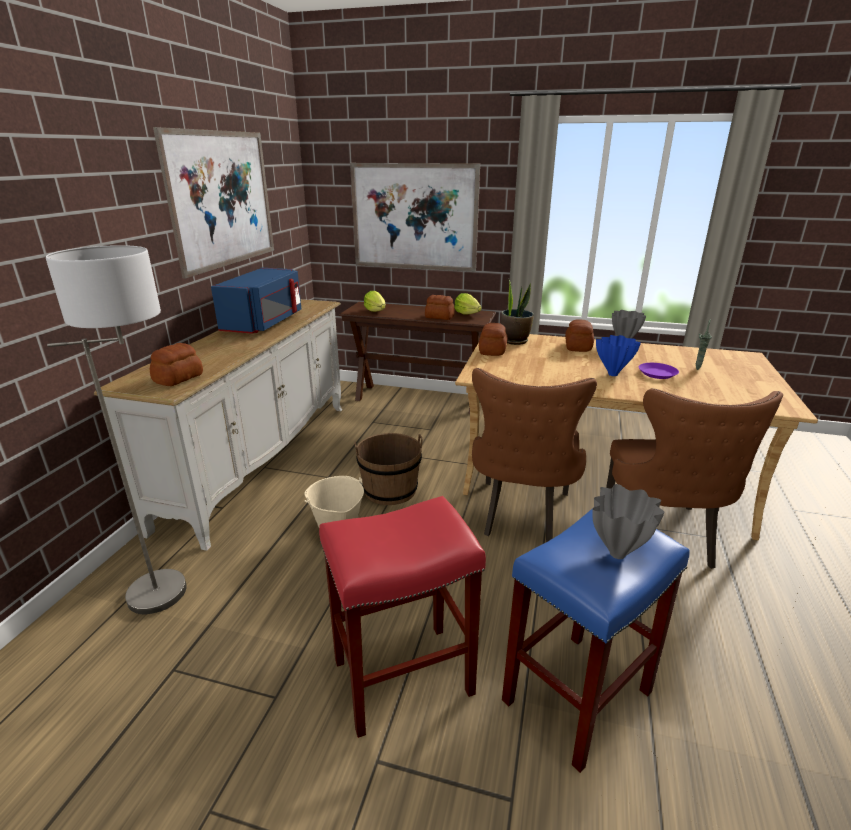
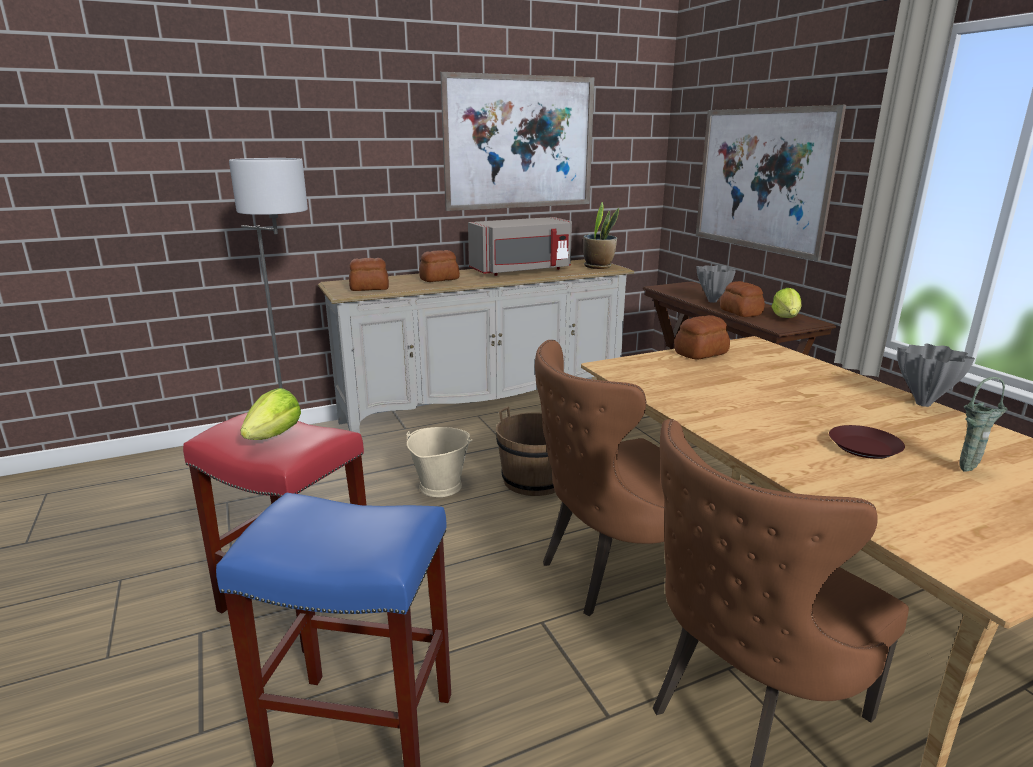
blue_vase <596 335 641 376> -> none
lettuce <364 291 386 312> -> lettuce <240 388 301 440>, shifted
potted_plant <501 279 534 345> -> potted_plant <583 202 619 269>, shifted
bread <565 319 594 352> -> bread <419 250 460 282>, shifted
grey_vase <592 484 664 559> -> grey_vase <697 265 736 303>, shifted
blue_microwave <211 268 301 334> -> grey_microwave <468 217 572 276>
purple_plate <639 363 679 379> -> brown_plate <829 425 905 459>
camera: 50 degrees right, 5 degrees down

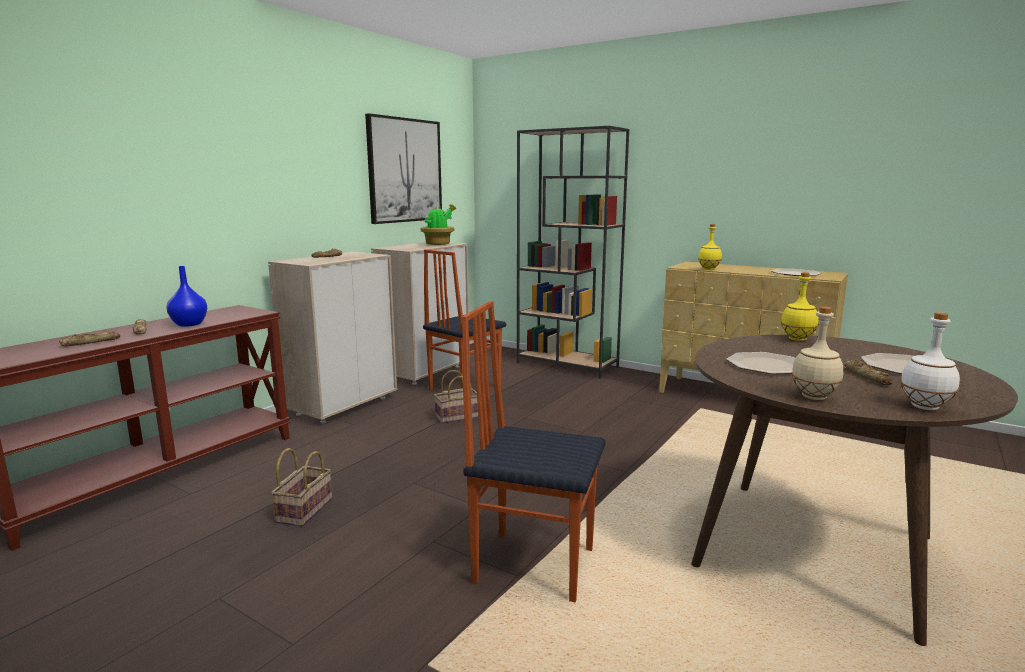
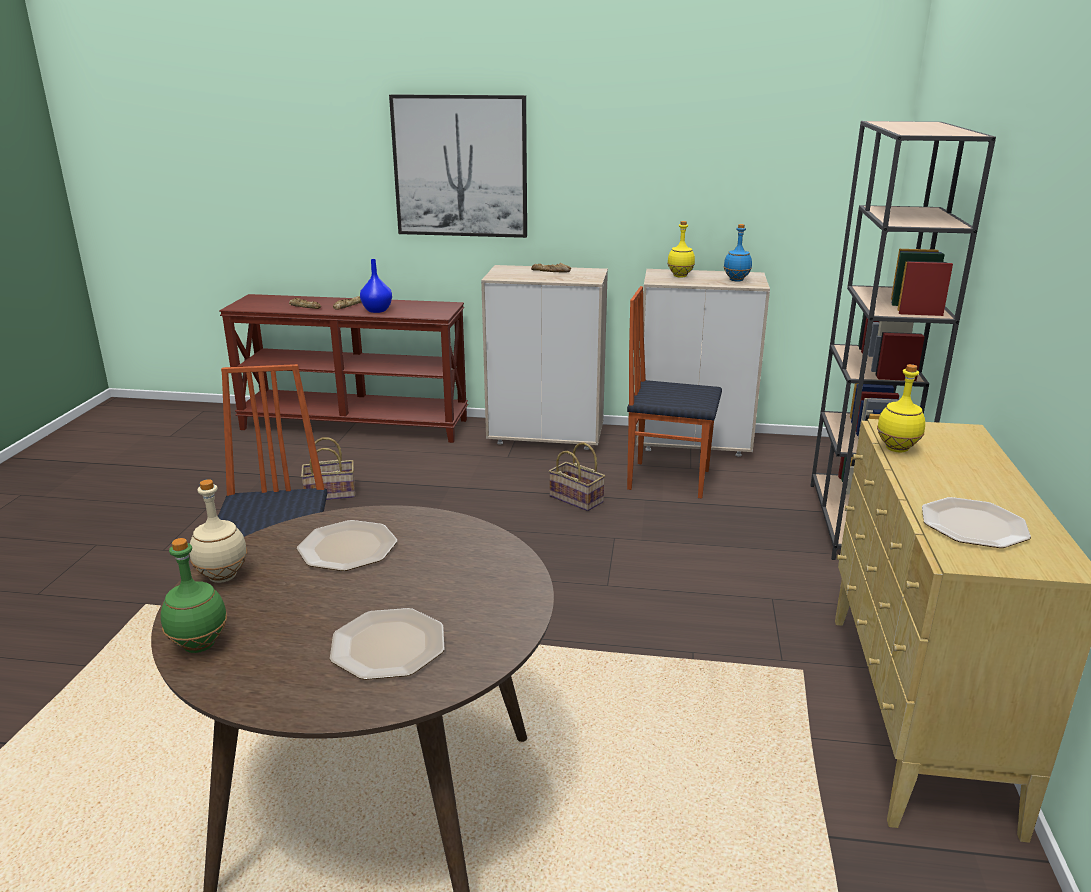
bread <844 360 893 385> -> none
picture <365 113 442 224> -> picture <389 94 527 238>, shifted
yellow_bottle <781 272 819 341> -> yellow_bottle <667 221 695 277>, shifted
potted_plant <421 204 456 245> -> blue_bottle <724 224 752 282>
white_bottle <900 312 960 410> -> green_bottle <161 538 227 653>
camera: 65 degrees right, 10 degrees up

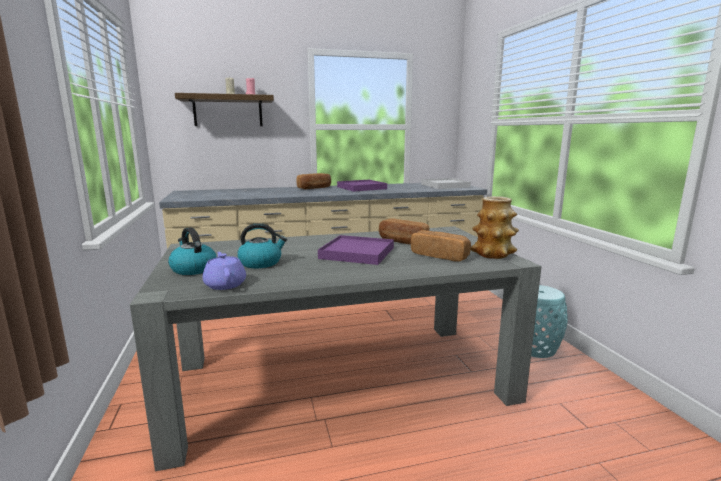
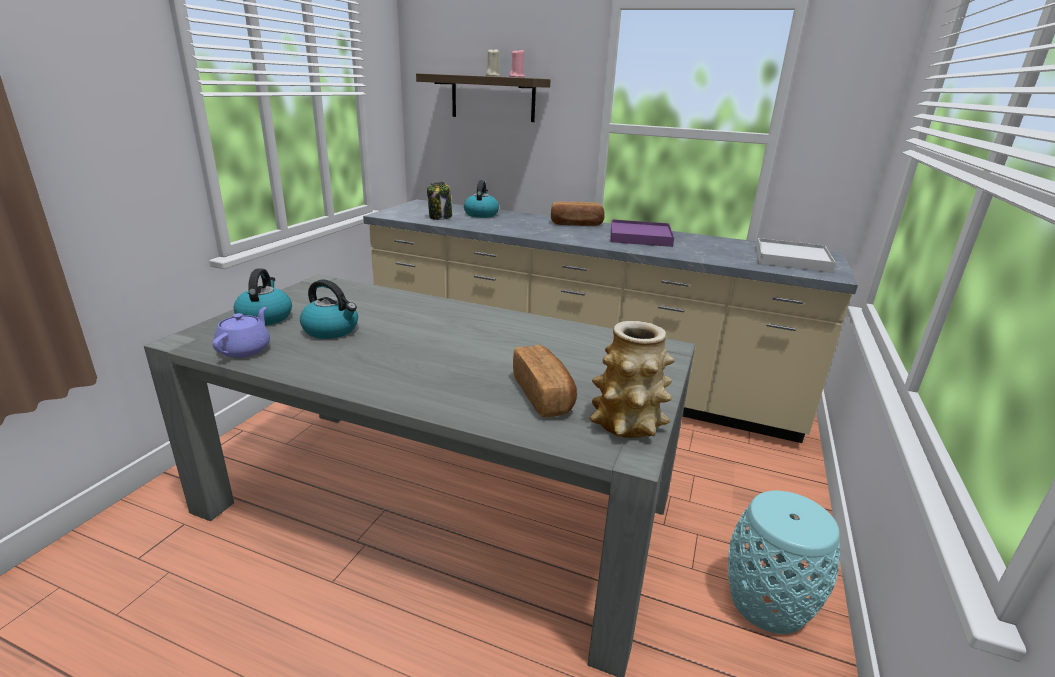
purple_tray <318 235 394 265> -> none
bread <379 218 430 245> -> none
none -> jar <427 181 452 220>
none -> kettle <464 180 499 218>
camera: 35 degrees right, 10 degrees up

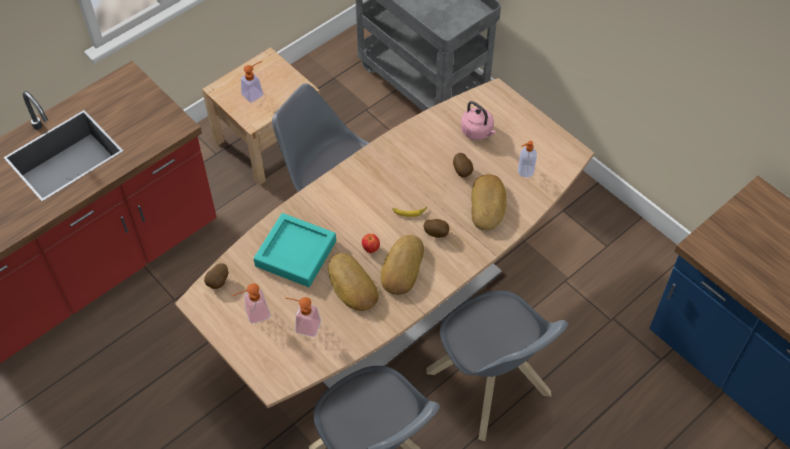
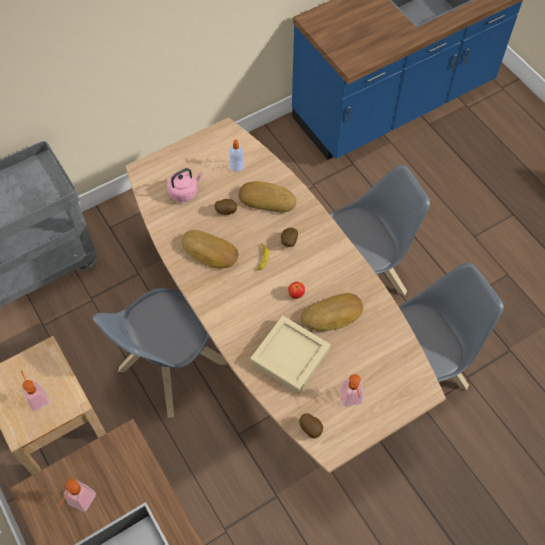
soap_dispenser <285 297 321 337> -> soap_dispenser <59 479 96 512>, shifted
bread <381 235 424 295> -> bread <181 230 238 269>, shifted
turquoise_tray <254 213 336 287> -> beige_tray <250 316 330 394>
camera: 80 degrees left, 5 degrees up

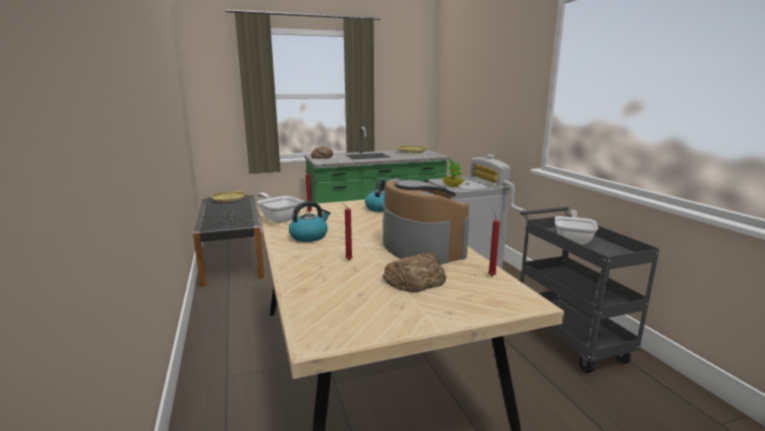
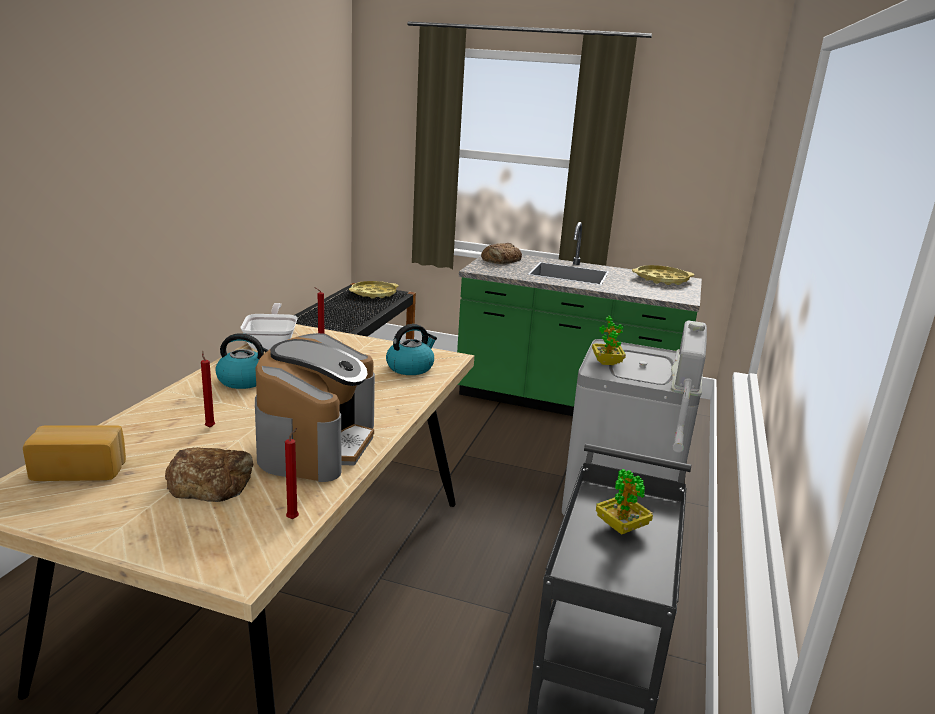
none -> bread <23 425 126 481>
frying_pan <555 210 598 245> -> potted_plant <596 469 653 535>
camera: 35 degrees right, 5 degrees up

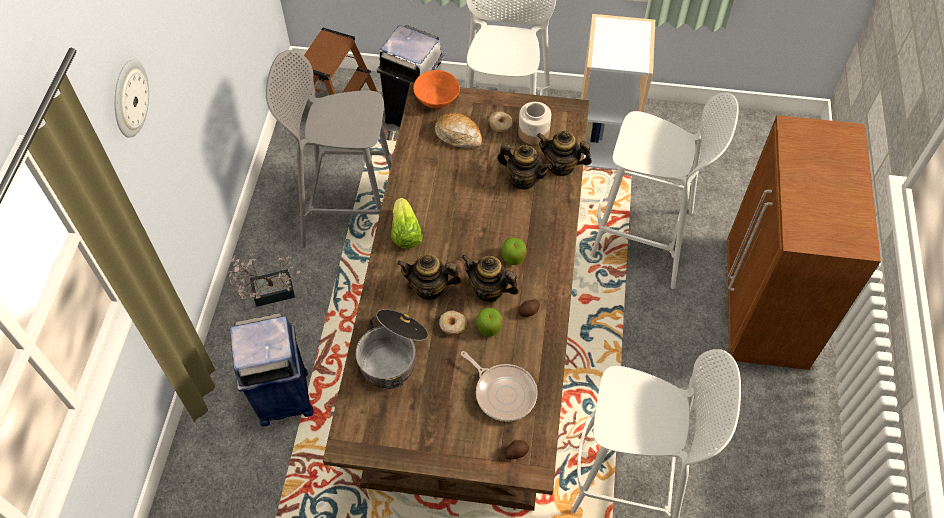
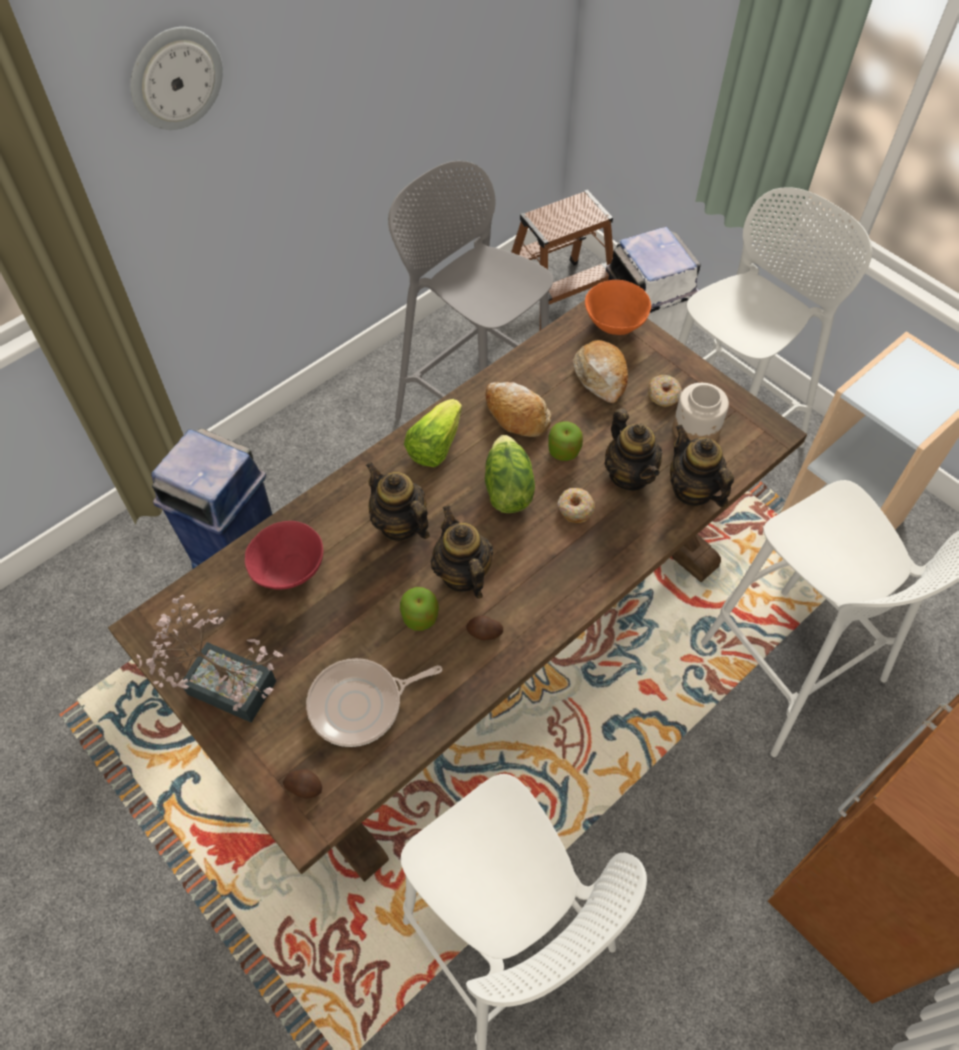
none -> bread <485 382 551 437>
none -> lettuce <485 435 535 513>
potted_plant <228 253 300 307> -> potted_plant <137 595 283 723>, shifted
donut <439 310 467 336> -> donut <558 488 595 523>, shifted
apple <502 237 527 265> -> apple <548 422 583 461>, shifted
cooking_pot <355 309 428 389> -> red_bowl <245 521 323 590>
frying_pan <461 351 538 421> -> frying_pan <306 658 442 747>, 75 degrees clockwise
camera: 40 degrees right, 0 degrees up

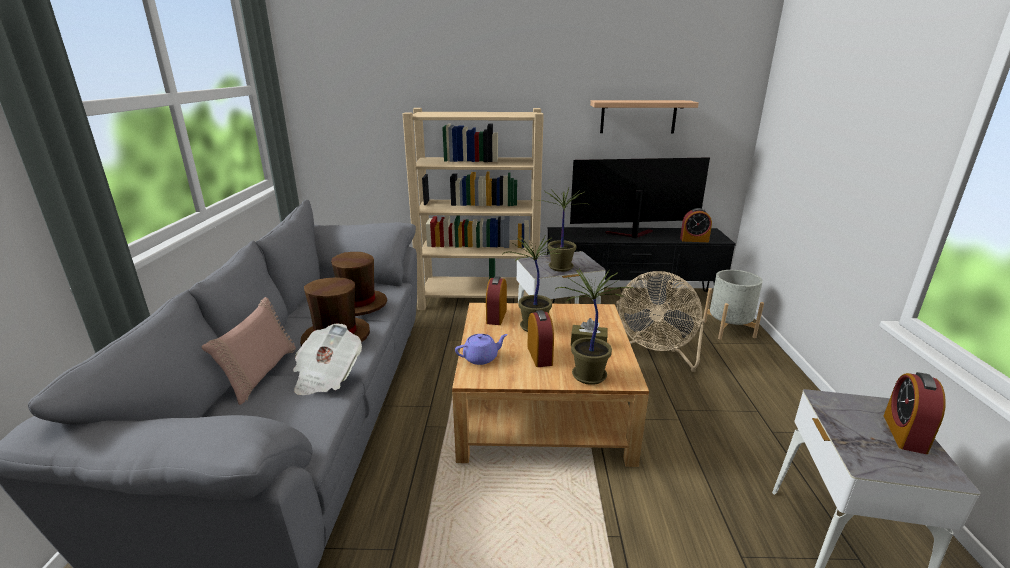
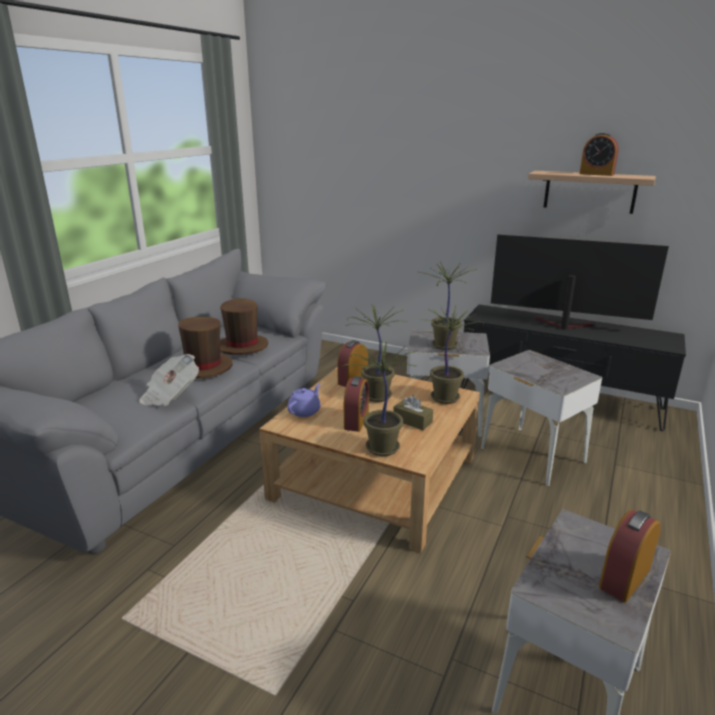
beige_pillow <202 297 296 405> -> none
beige_bookcase <402 108 544 310> -> none
grey_planter <703 270 764 340> -> none
none -> potted_plant <421 305 483 404>
alarm_clock <680 208 712 242> -> alarm_clock <580 132 619 176>, shifted
beige_fan <616 271 705 372> -> side_table <481 350 602 486>
purple_teapot <455 334 508 365> -> purple_teapot <288 383 321 417>, 60 degrees counterclockwise
camera: 25 degrees right, 0 degrees up

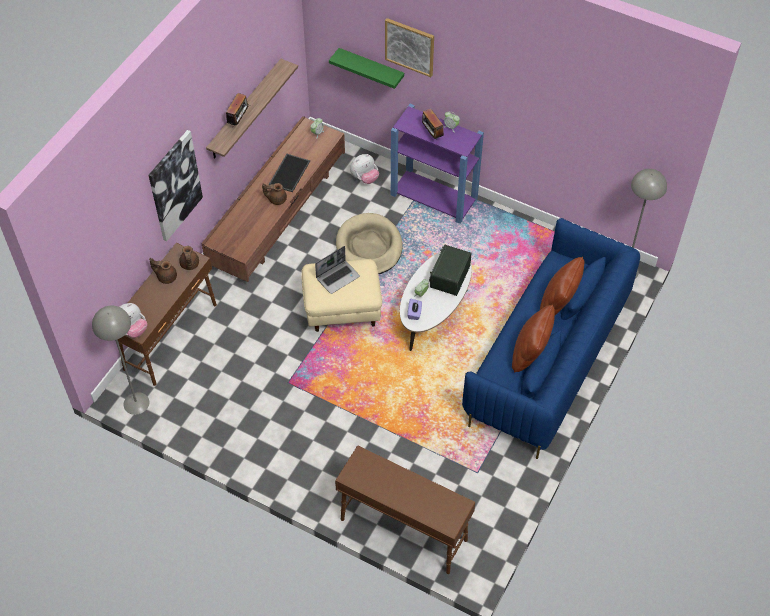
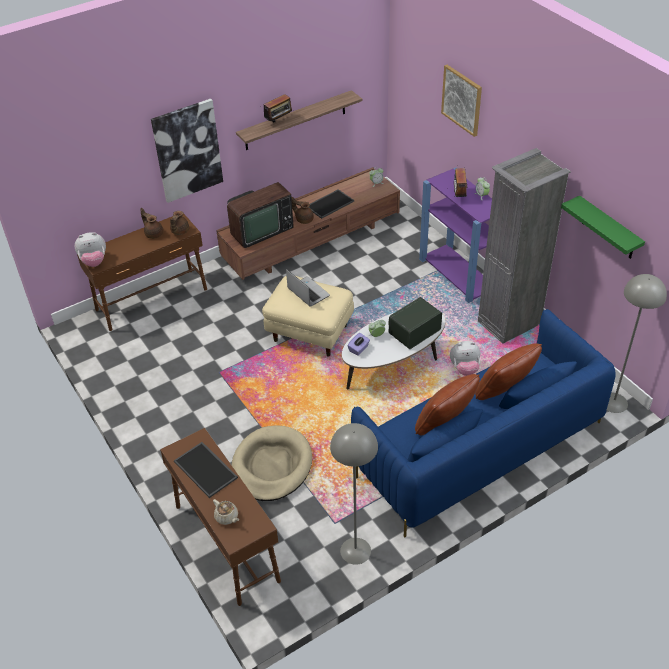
none -> tray <174 442 238 498>
none -> beige_teapot <213 499 239 525>
none -> television <227 182 294 248>
none -> grey_cabinet <478 148 571 344>
grey_floor_lamp <92 305 149 415> -> grey_floor_lamp <330 423 378 565>, shifted
green_shelf <329 48 404 89> -> green_shelf <561 196 645 259>, shifted
beige_dog_bed <336 213 403 274> -> beige_dog_bed <232 425 312 501>, shifted
plush_toy <350 154 379 184> -> plush_toy <450 341 480 376>, shifted
laptop <315 246 360 294> -> laptop <286 269 330 307>, 120 degrees counterclockwise
camera: 30 degrees right, 10 degrees down

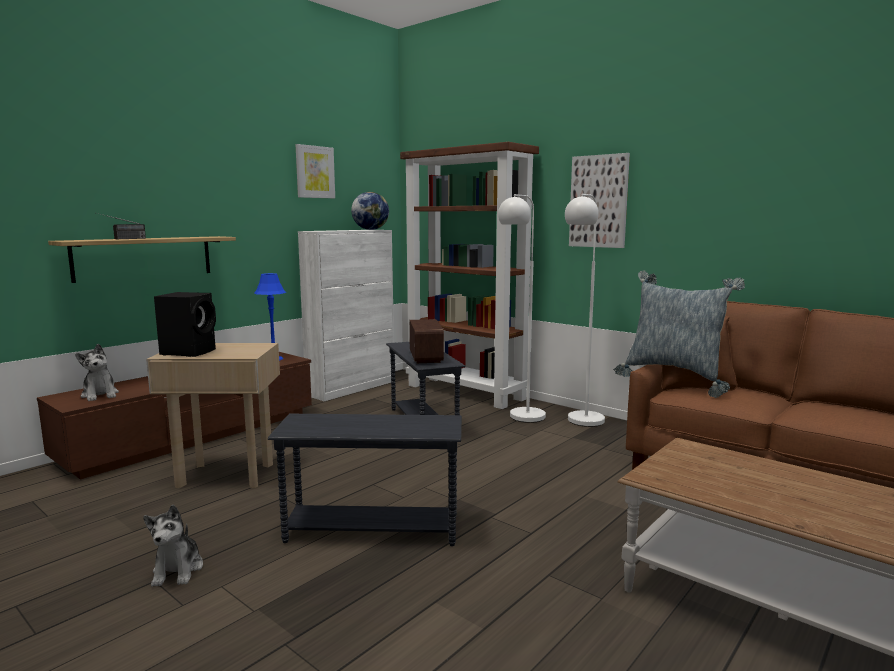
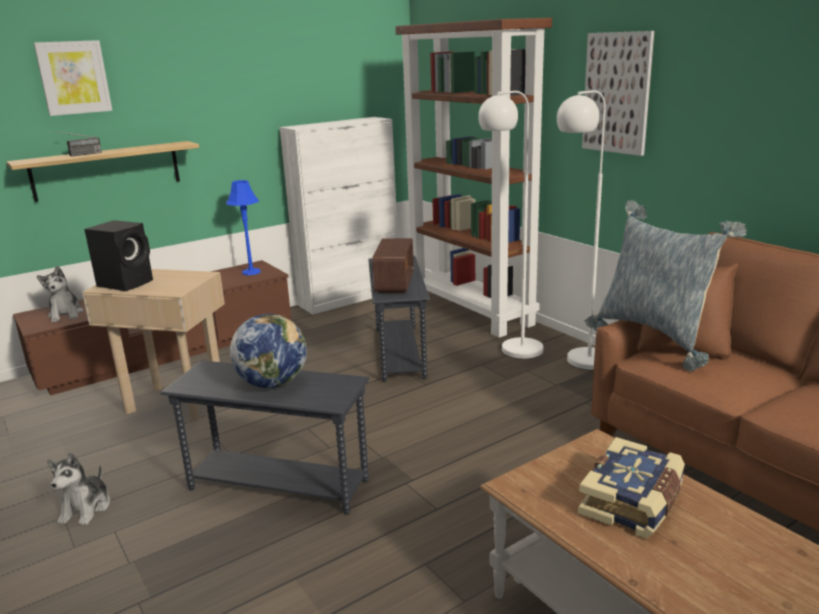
none -> book <578 437 685 539>
picture <296 144 335 198> -> picture <34 40 112 116>, shifted
globe <351 192 389 230> -> globe <230 314 307 388>, shifted
camera: 15 degrees right, 10 degrees up

